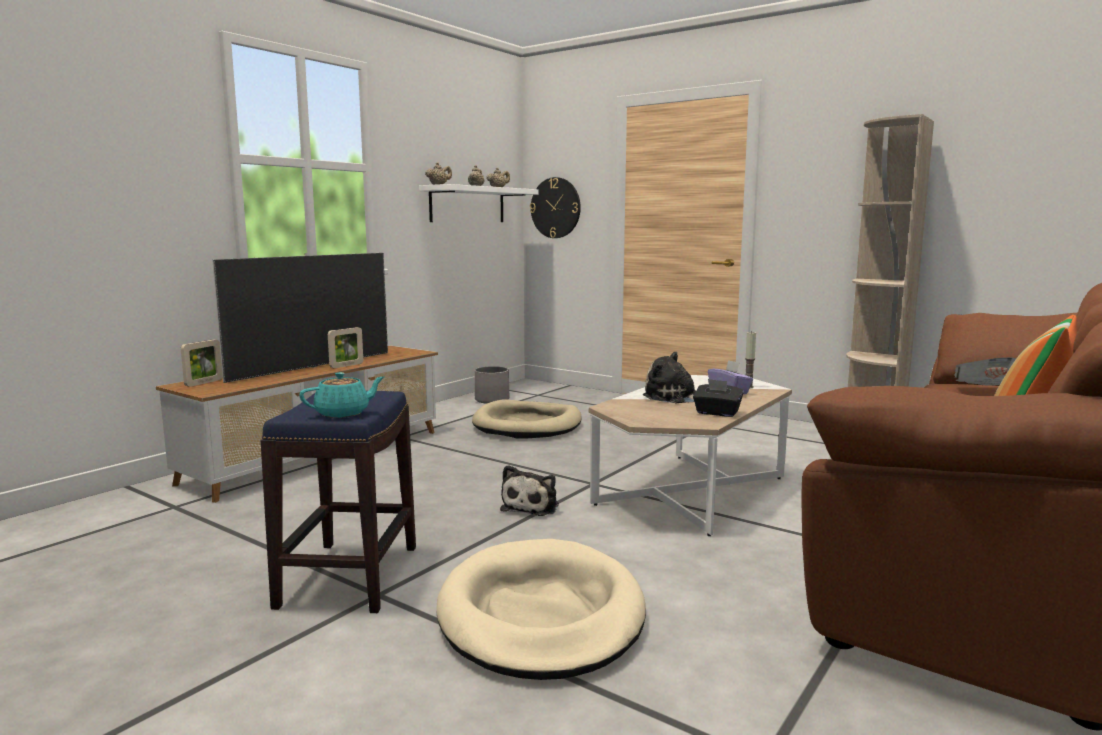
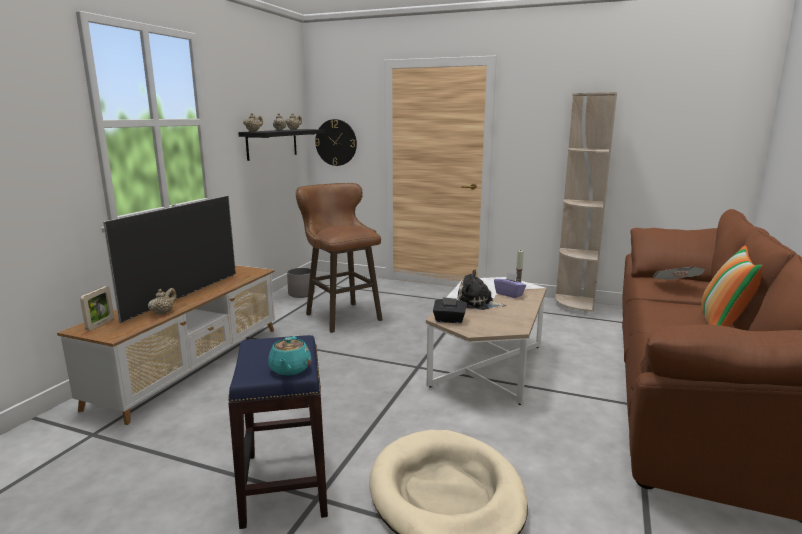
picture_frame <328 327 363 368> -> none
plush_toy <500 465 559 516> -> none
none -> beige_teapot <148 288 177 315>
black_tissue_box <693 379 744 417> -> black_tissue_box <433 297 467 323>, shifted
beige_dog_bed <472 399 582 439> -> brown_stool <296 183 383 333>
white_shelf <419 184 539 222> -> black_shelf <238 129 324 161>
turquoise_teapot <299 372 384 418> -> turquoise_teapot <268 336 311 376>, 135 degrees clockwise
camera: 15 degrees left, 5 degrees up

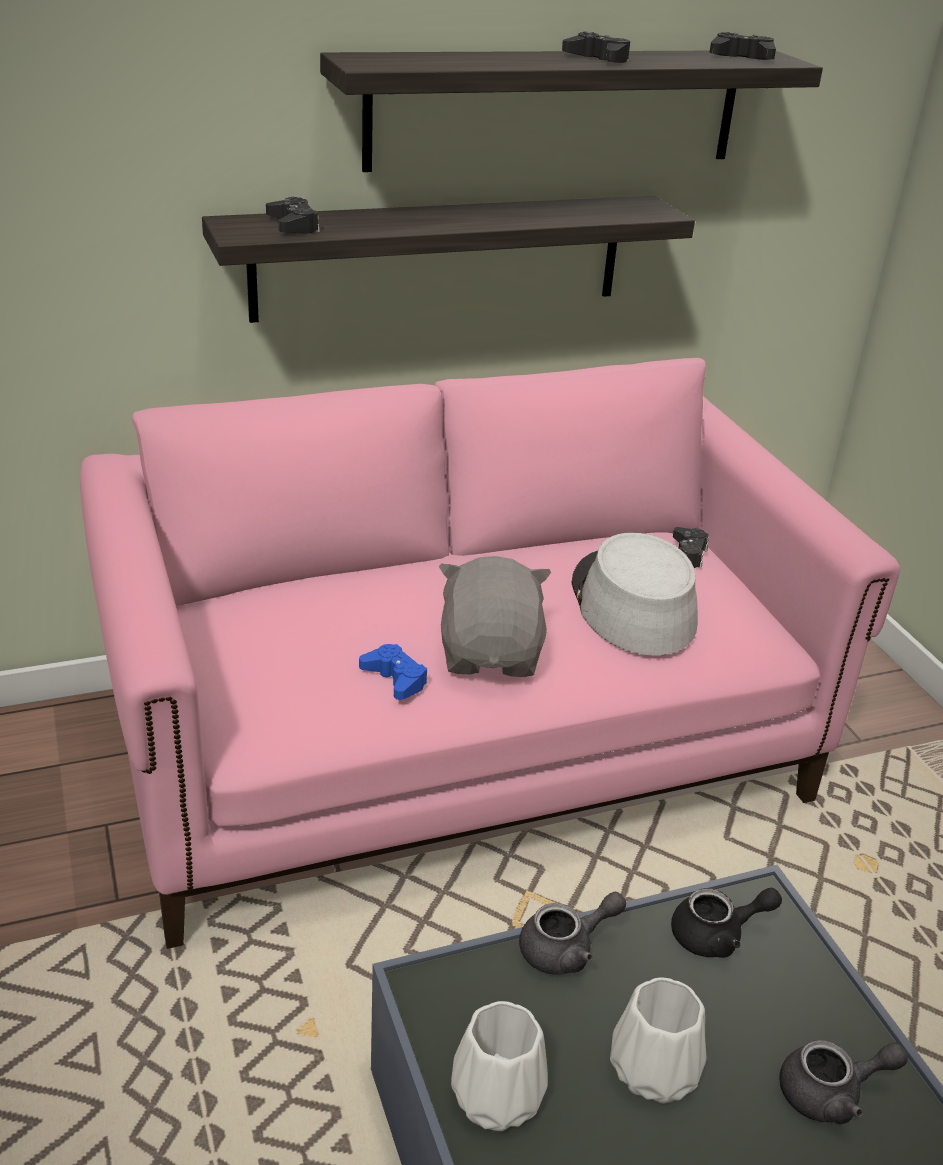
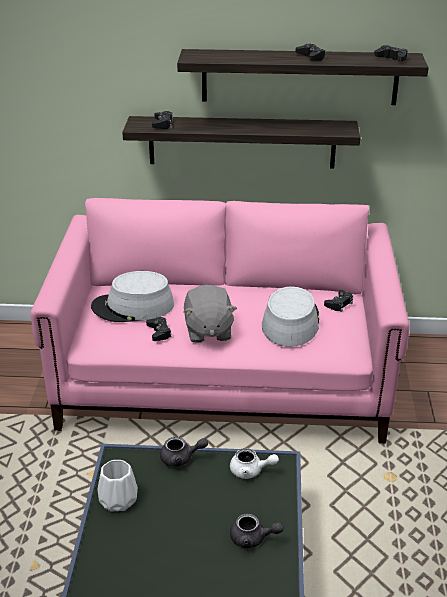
white_vase <610 978 706 1104> -> none
none -> grey_hat <91 271 174 322>
blue_game_controller <359 644 428 700> -> black_game_controller <146 317 172 341>
black_teapot <671 888 782 958> -> white_teapot <230 448 279 479>
grey_plush_toy <439 556 551 677> -> grey_plush_toy <184 285 237 343>, 150 degrees clockwise
camera: 25 degrees right, 0 degrees up

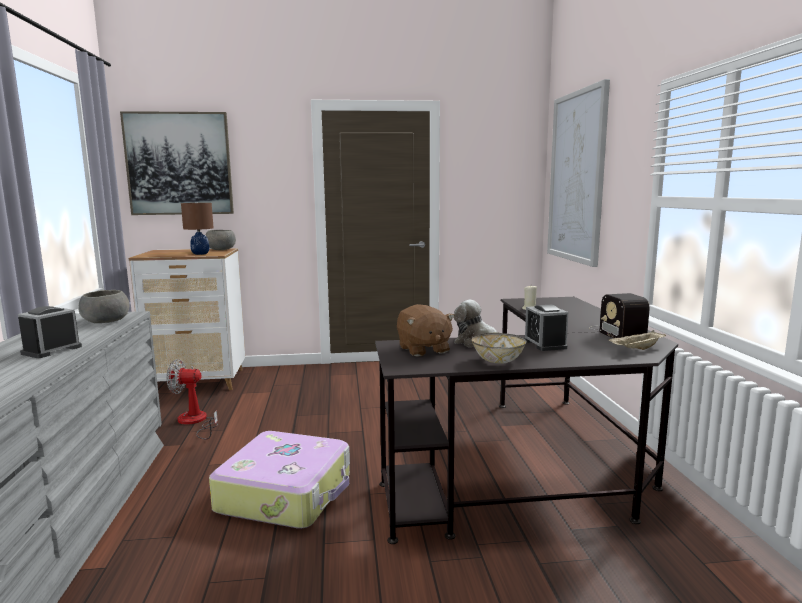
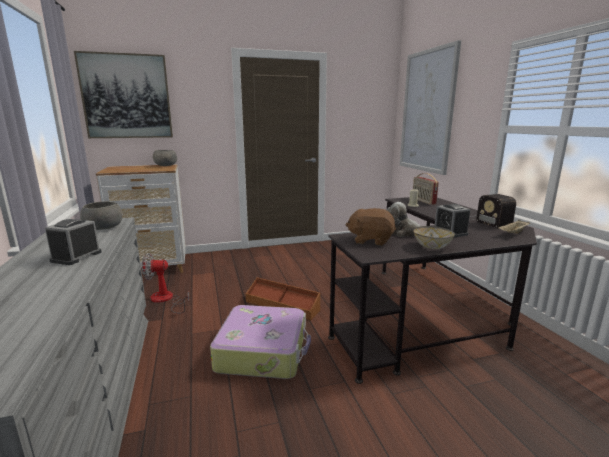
brown_table_lamp <181 202 214 255> -> none
none -> brown_storage_box <246 277 321 321>
none -> radio <413 173 439 205>
brown_plush_toy <397 304 455 357> -> brown_plush_toy <345 208 396 246>, 135 degrees clockwise
camera: 10 degrees left, 5 degrees up

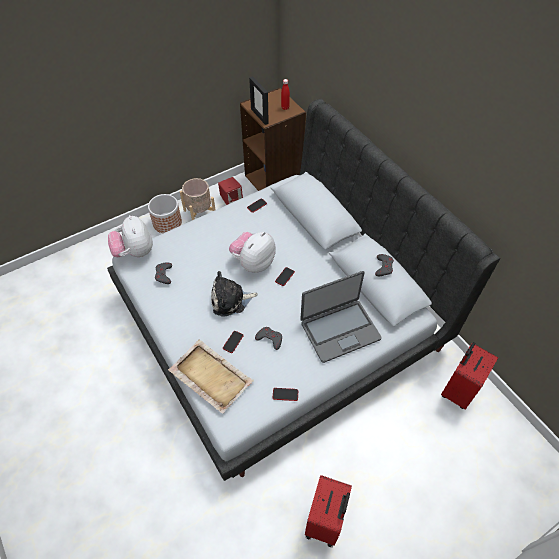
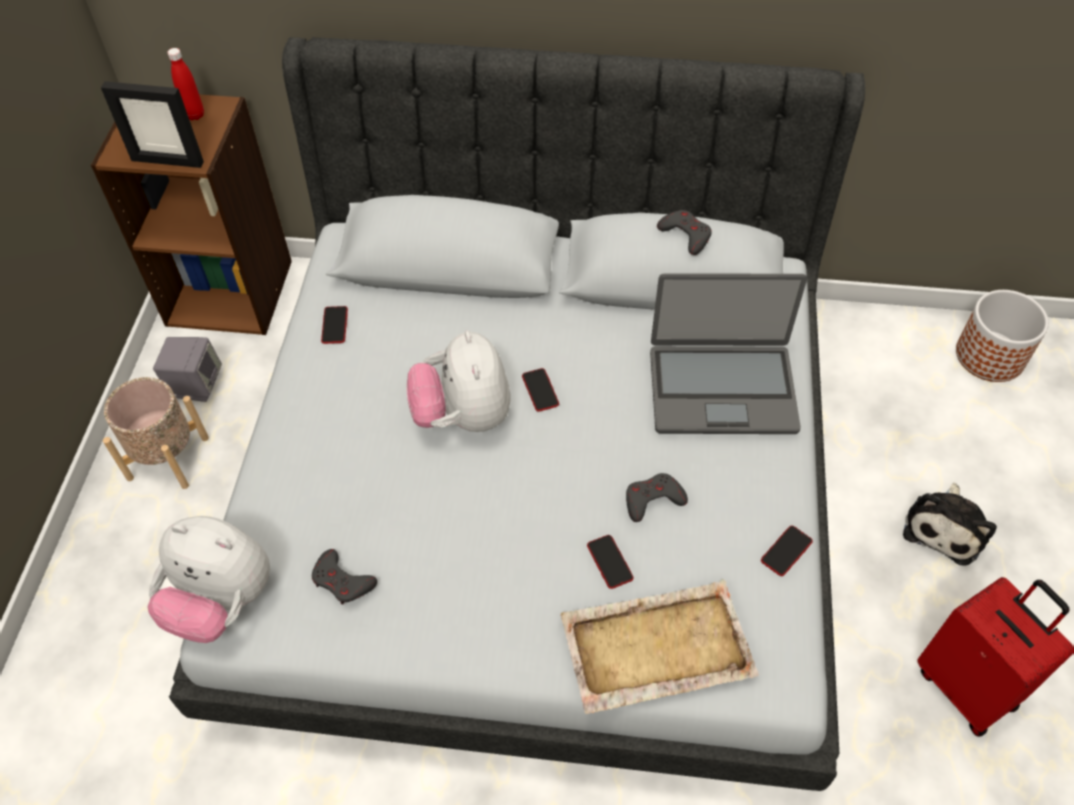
red_suitcase <441 342 498 409> -> none
planter <148 194 182 233> -> planter <956 290 1049 382>, shifted
plush_toy <211 271 258 317> -> plush_toy <903 482 997 566>, shifted
red_speaker <218 177 243 205> -> grey_speaker <153 337 222 402>
laptop <301 271 382 363> -> laptop <650 273 807 434>, 75 degrees clockwise
camera: 50 degrees left, 0 degrees up

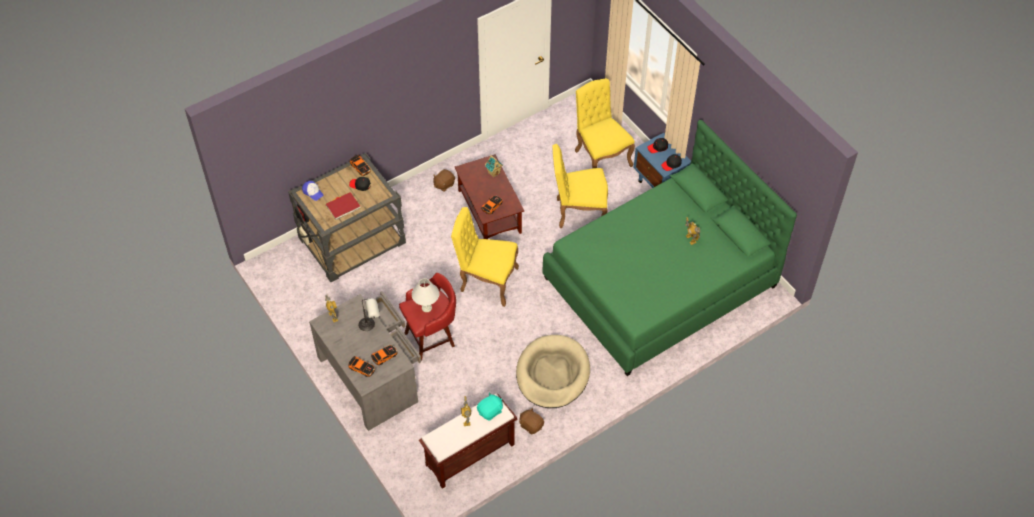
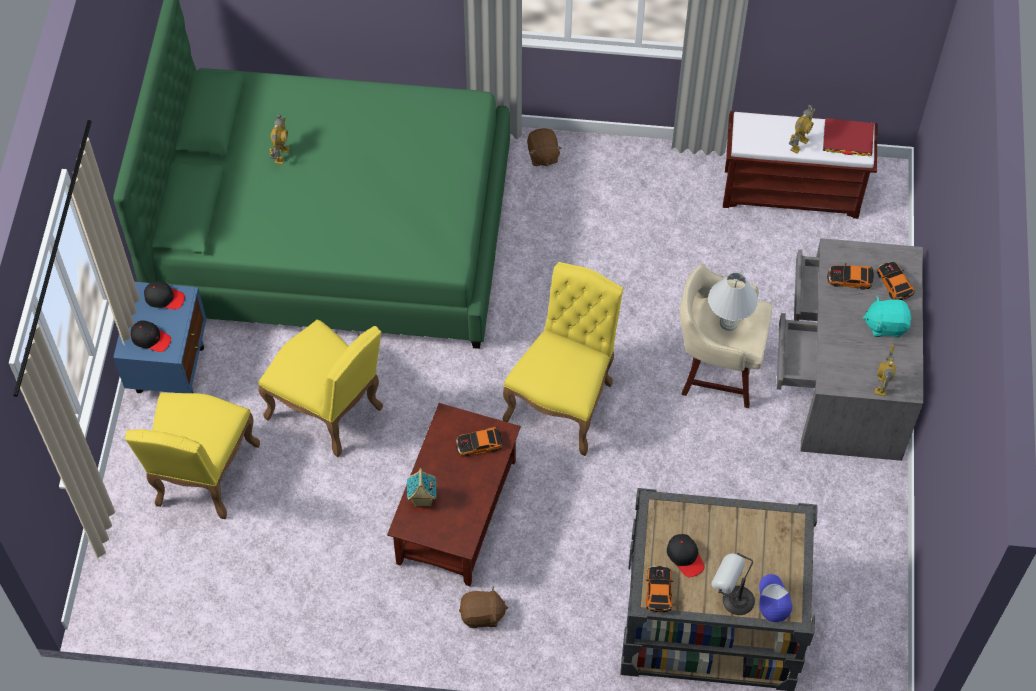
beige_dog_bed <516 335 590 408> -> none
red_book <326 192 360 220> -> red_book <823 118 874 156>, shifted
table_lamp <358 298 380 331> -> table_lamp <711 553 755 615>, shifted
turquoise_plush_toy <477 392 503 421> -> turquoise_plush_toy <863 296 911 337>, shifted
brown_plush_toy <519 408 544 434> -> brown_plush_toy <527 128 562 166>, shifted
red_stool <399 273 456 361> -> beige_stool <680 264 773 408>
yellow_chair <451 207 519 307> -> yellow_chair <502 262 623 456>, 120 degrees counterclockwise
camera: 140 degrees left, 5 degrees up

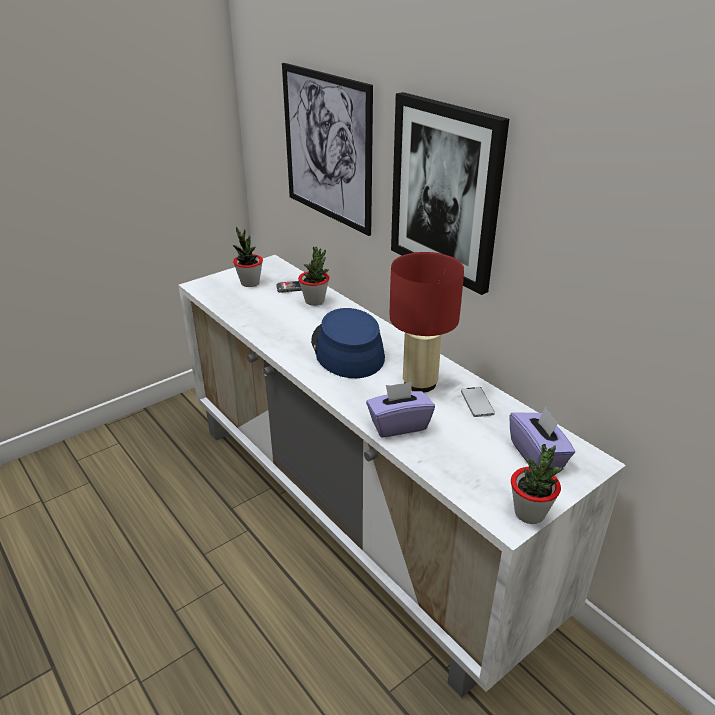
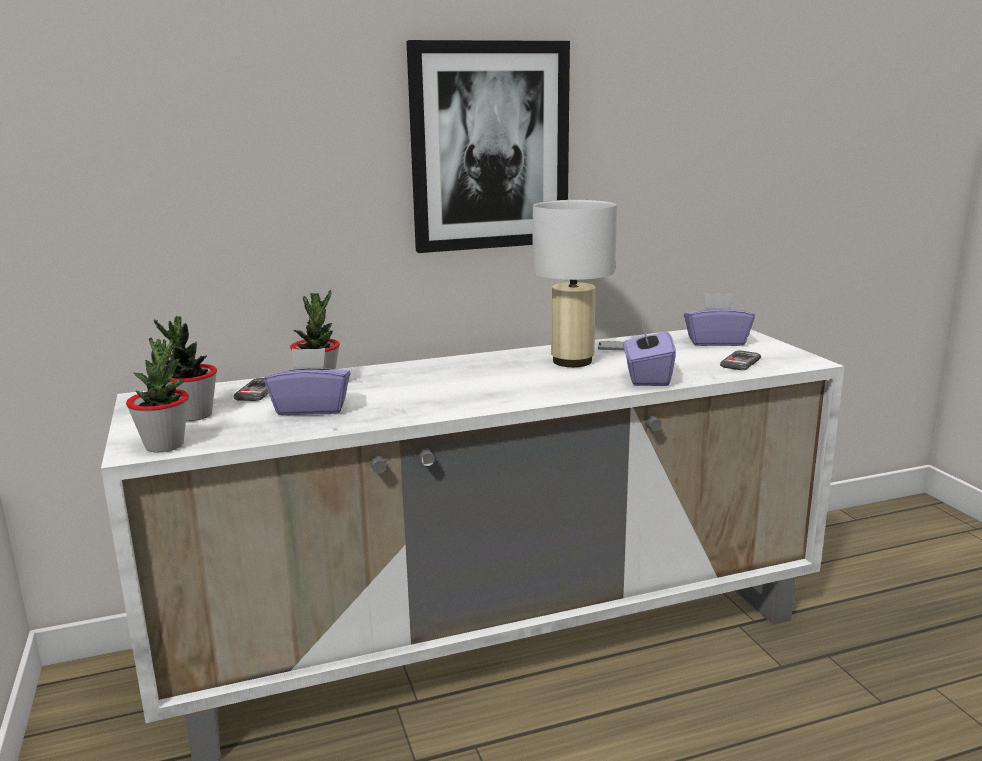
picture <282 63 373 236> -> none
blue_hat <311 308 385 378> -> none
none -> purple_tissue_box <264 348 351 415>
none -> phone <720 350 761 370>
potted_plant <511 444 564 524> -> potted_plant <126 337 189 452>, shifted
red_table_lamp <390 252 464 393> -> white_table_lamp <533 200 617 367>
camera: 70 degrees left, 15 degrees down

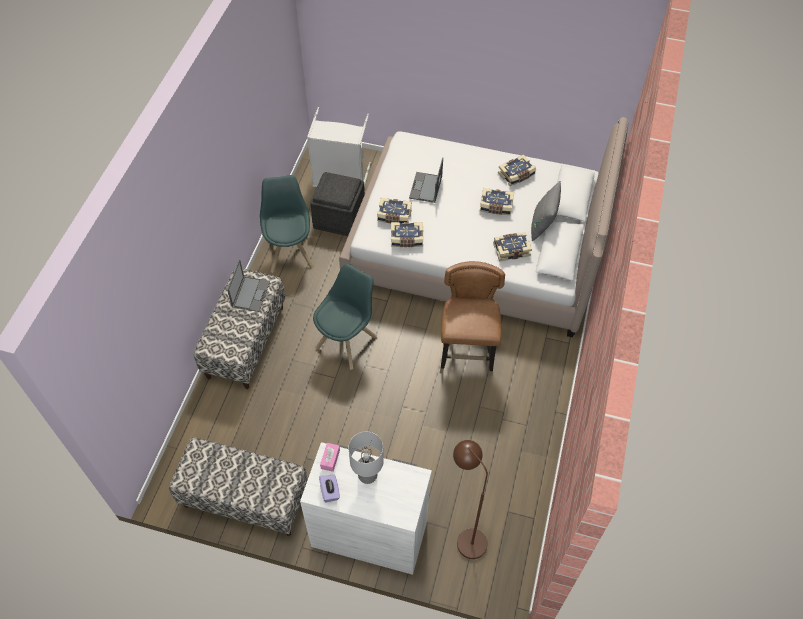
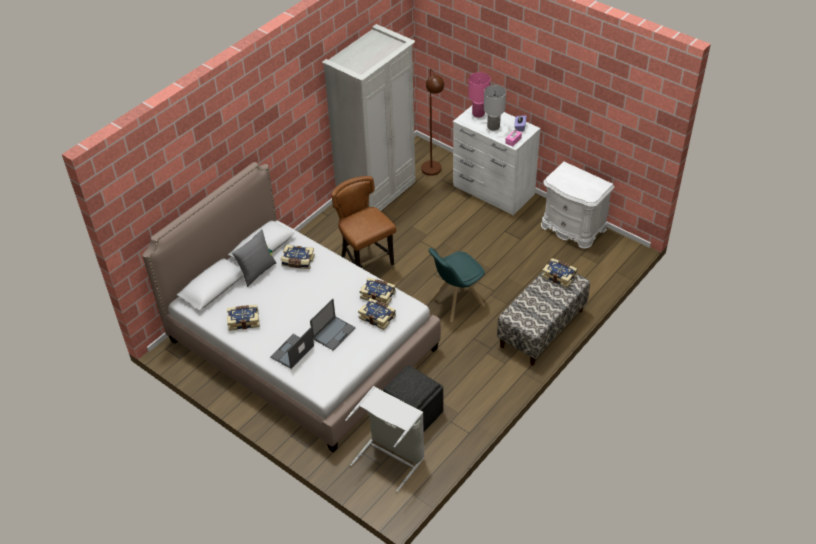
turquoise_chair <260 175 314 273> -> none
none -> white_wardrobe <322 24 416 211>
none -> pink_table_lamp <468 72 490 118>
laptop <227 259 270 312> -> laptop <270 327 314 369>, shifted
book <480 188 514 215> -> book <542 258 578 288>, shifted
bench <169 437 308 536> -> white_nightstand <541 162 614 248>
brown_chair <440 261 505 375> -> brown_chair <332 176 396 270>, 120 degrees clockwise
camera: 155 degrees left, 10 degrees down

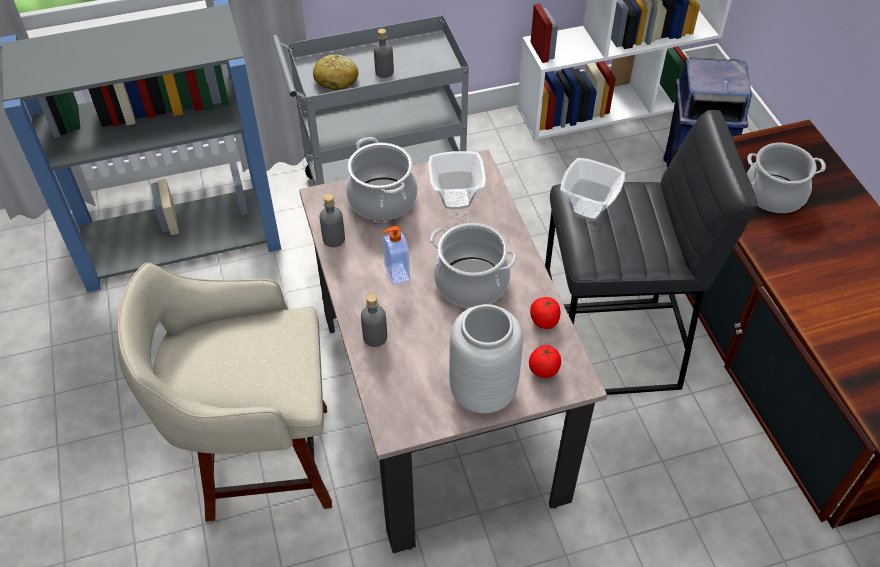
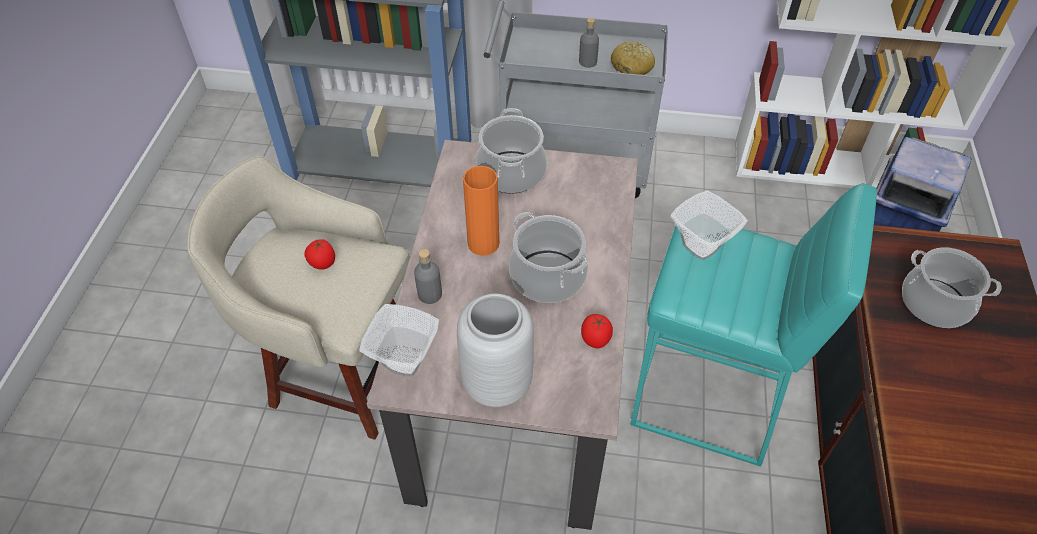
grey_bottle <320 194 345 247> -> none
bread <313 55 358 91> -> bread <611 41 655 75>, shifted
bowl <428 151 486 209> -> bowl <359 304 439 377>, shifted
tomato <529 345 561 378> -> tomato <305 239 335 270>, shifted
soap_dispenser <383 226 410 285> -> orange_vase <463 166 499 256>
grey_stool <545 110 757 395> -> turquoise_stool <630 183 877 467>
camera: 25 degrees right, 0 degrees up

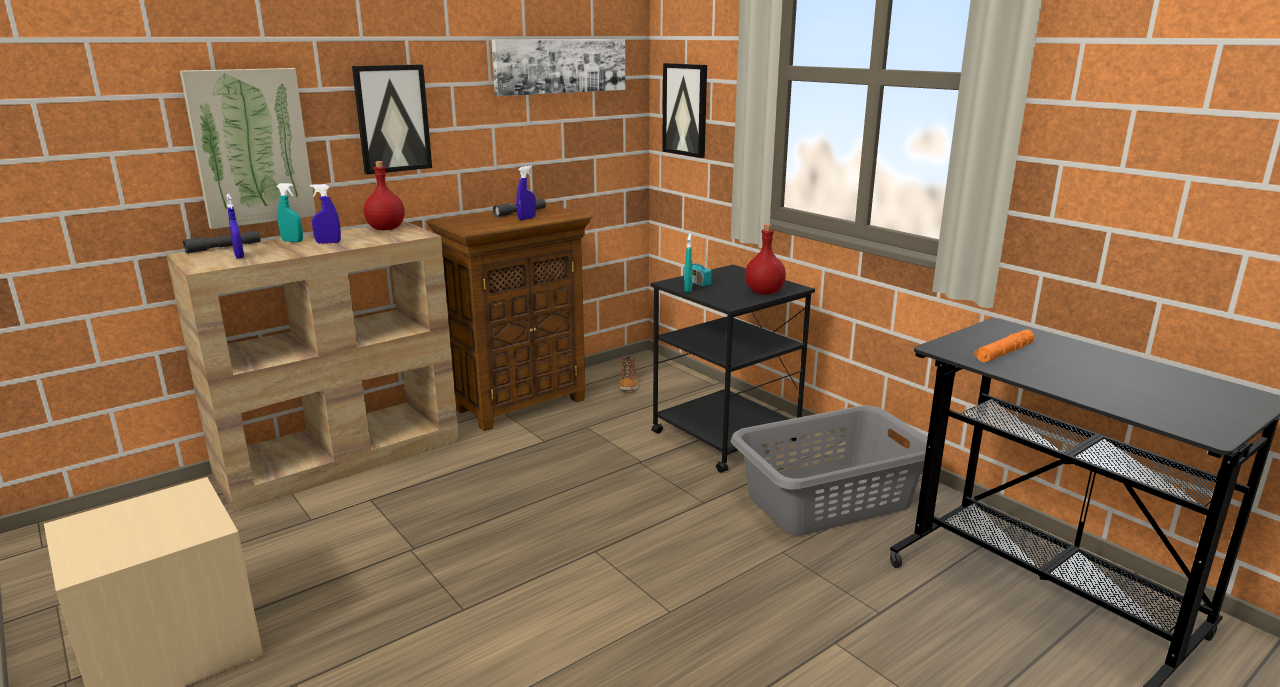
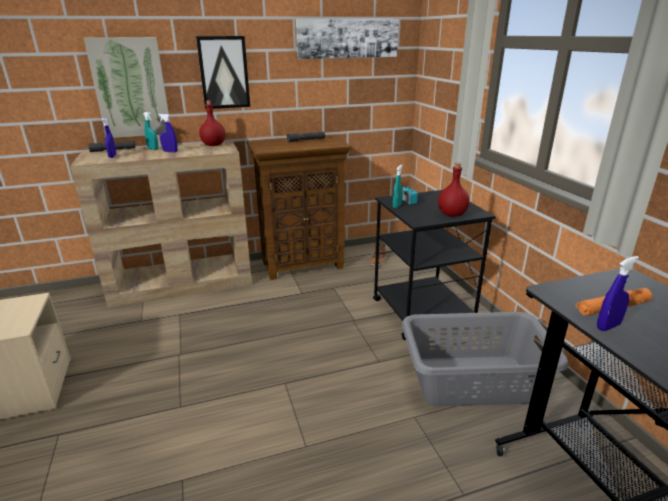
picture <662 63 707 158> -> none
blue_spray_bottle <516 166 536 220> -> blue_spray_bottle <597 256 639 331>, shifted
camera: 20 degrees right, 5 degrees up

